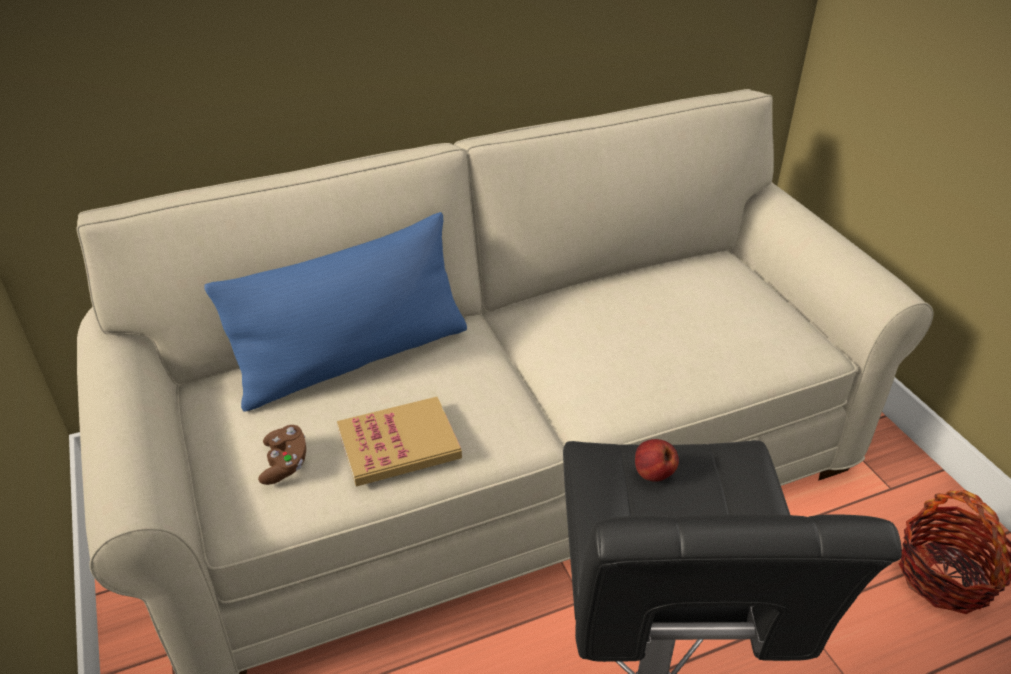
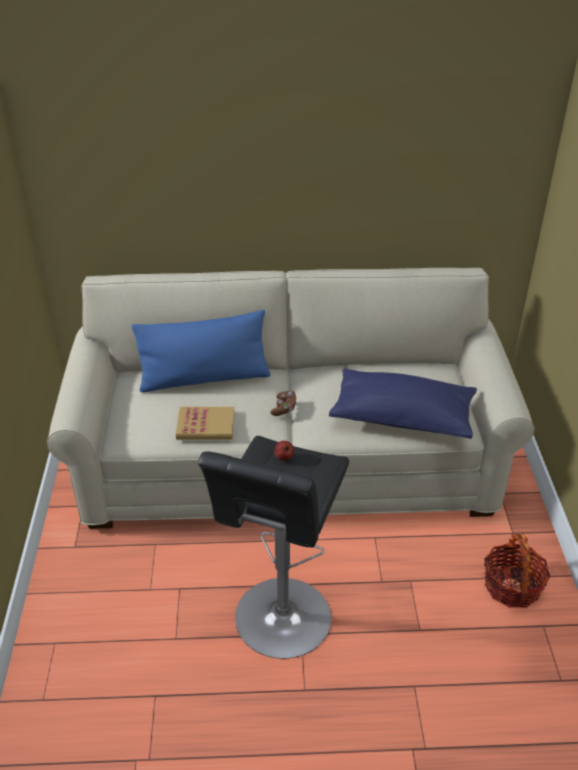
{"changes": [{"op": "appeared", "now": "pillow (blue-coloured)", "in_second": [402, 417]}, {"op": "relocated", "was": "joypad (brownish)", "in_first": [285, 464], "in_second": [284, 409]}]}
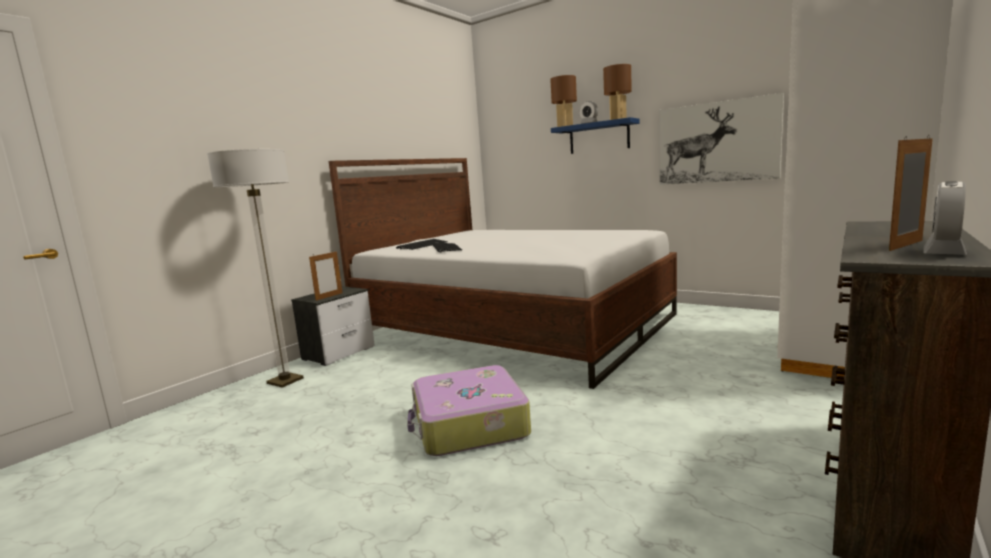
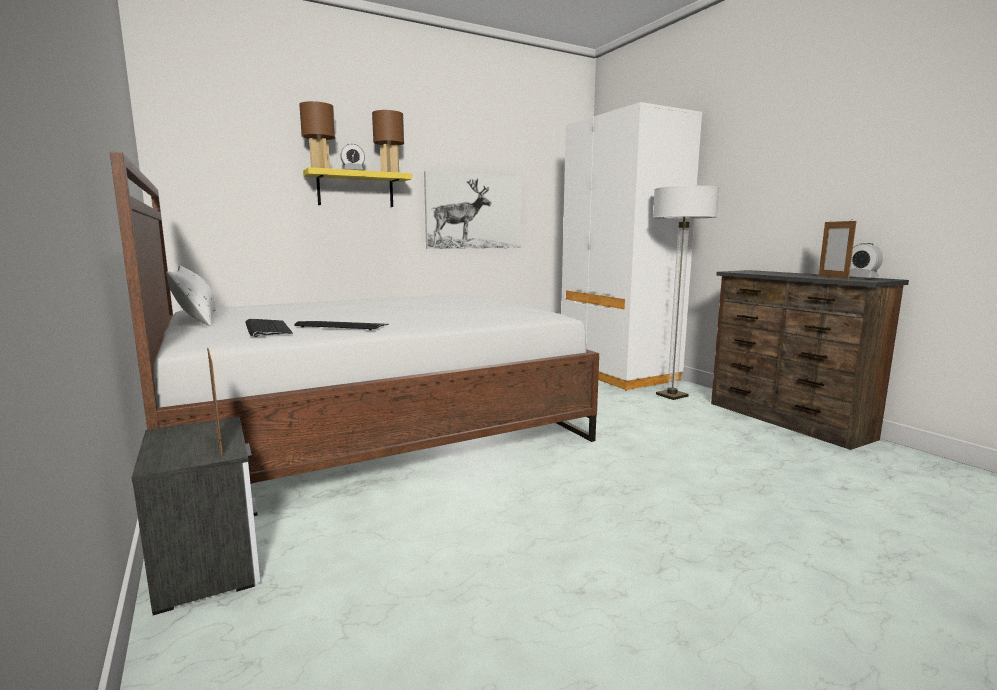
{"changes": [{"op": "missing", "was": "suitcase", "in_first": [468, 425]}, {"op": "appeared", "now": "pillow (whitish)", "in_second": [196, 318]}, {"op": "relocated", "was": "standard lamp", "in_first": [285, 381], "in_second": [672, 396]}, {"op": "colour", "was": "wall shelf (blue-coloured)", "now": "wall shelf (yellowish)", "in_first": [599, 137], "in_second": [355, 189]}]}
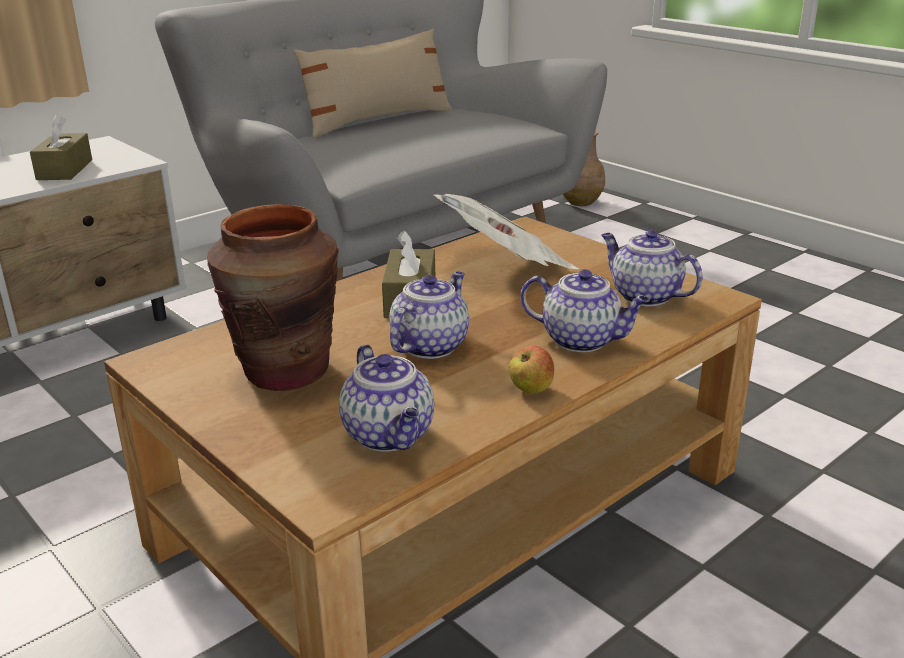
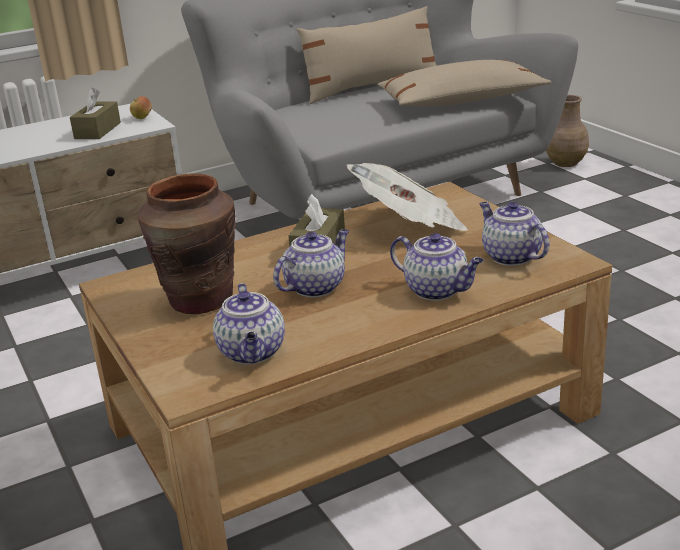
{"changes": [{"op": "appeared", "now": "pillow (beige-coloured)", "in_second": [461, 101]}, {"op": "relocated", "was": "apple", "in_first": [531, 389], "in_second": [142, 118]}]}
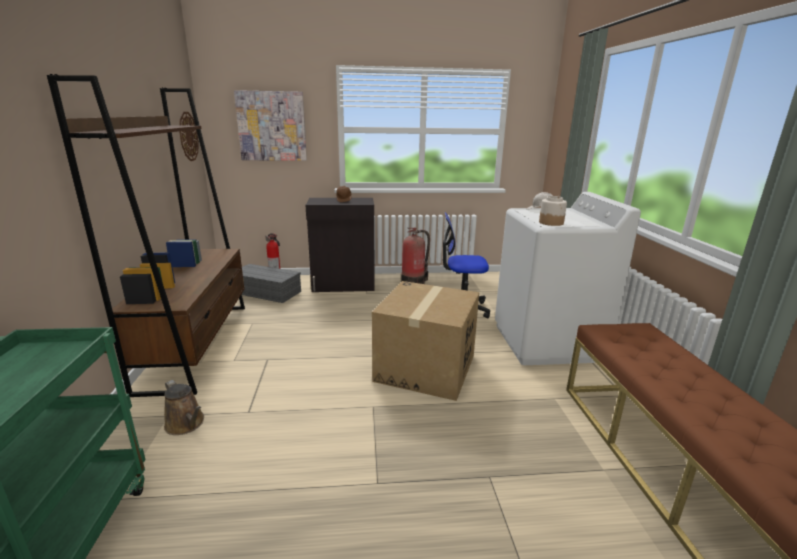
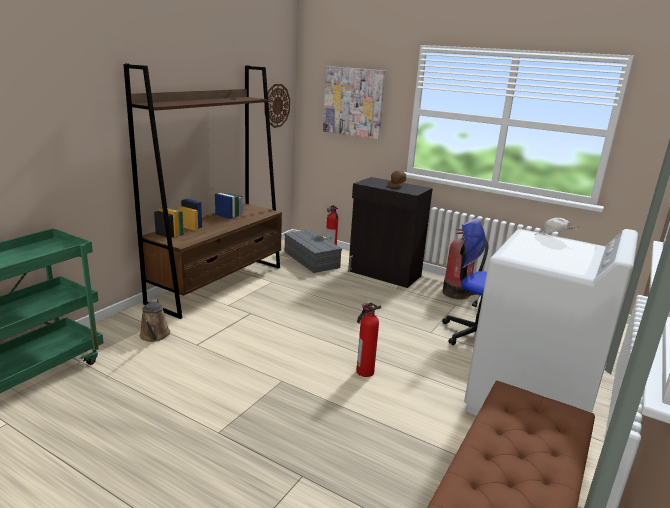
{"changes": [{"op": "missing", "was": "storage jar", "in_first": [551, 223]}, {"op": "exchanged", "was": "packing box", "now": "fire extinguisher", "in_first": [425, 368], "in_second": [364, 372]}]}
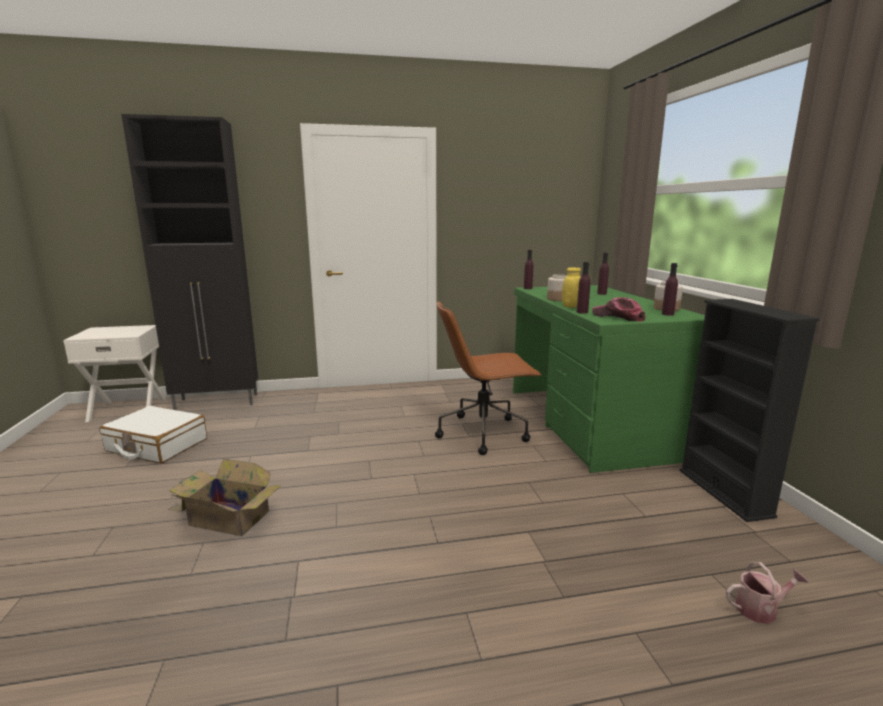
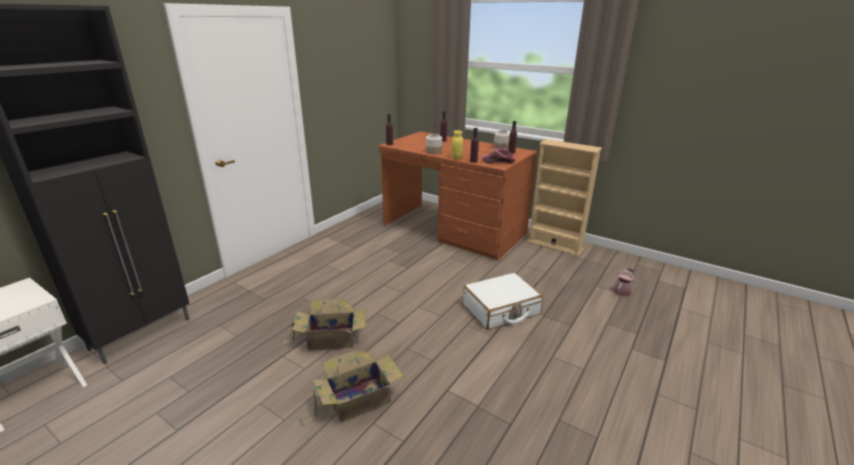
{"changes": [{"op": "missing", "was": "desk chair (brownish)", "in_first": [484, 433]}, {"op": "appeared", "now": "packing box", "in_second": [329, 339]}, {"op": "relocated", "was": "suitcase (whitish)", "in_first": [156, 445], "in_second": [501, 309]}, {"op": "colour", "was": "desk unit (green-coloured)", "now": "desk unit (brownish)", "in_first": [589, 422], "in_second": [453, 230]}, {"op": "colour", "was": "shelving unit (black-coloured)", "now": "shelving unit (beige-coloured)", "in_first": [724, 492], "in_second": [555, 245]}]}
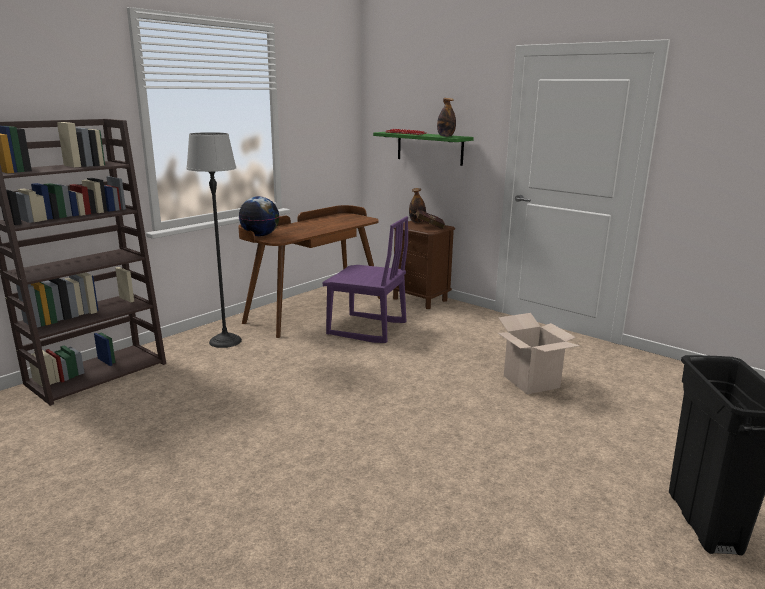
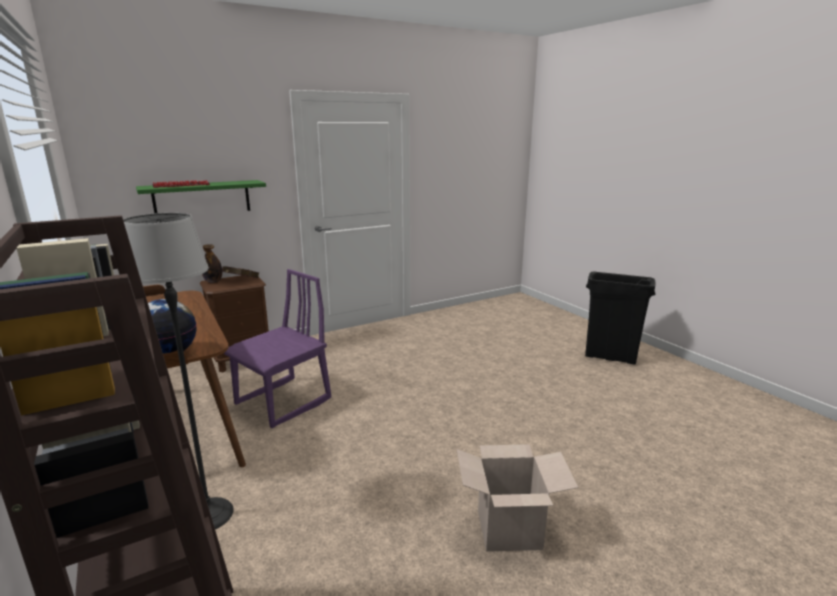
{"changes": [{"op": "missing", "was": "drink bottle", "in_first": [445, 136]}, {"op": "relocated", "was": "packing box", "in_first": [531, 382], "in_second": [509, 529]}]}
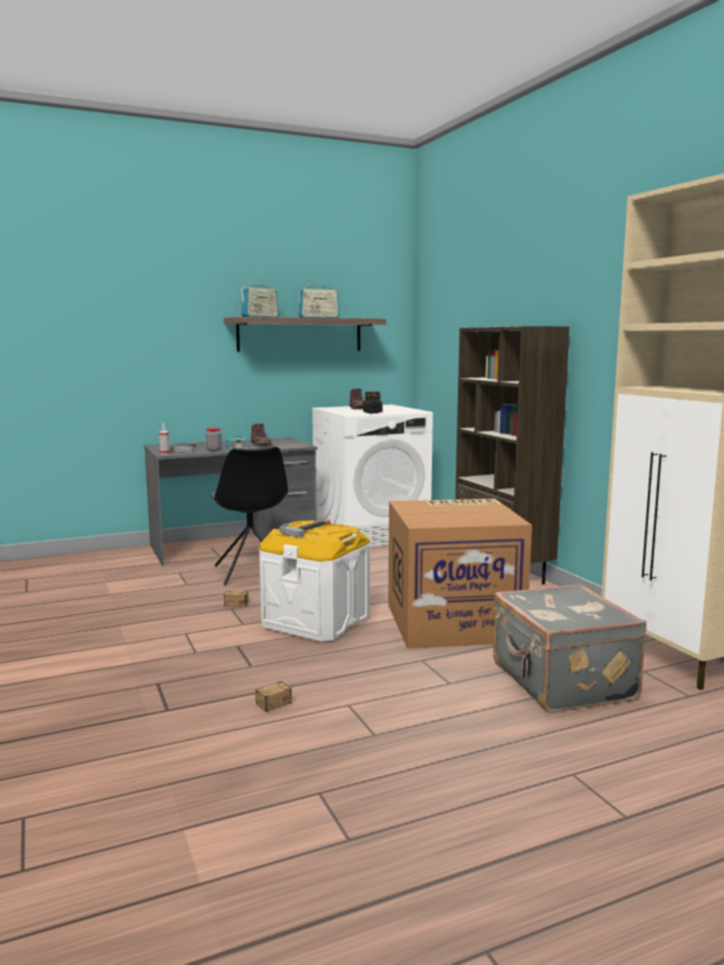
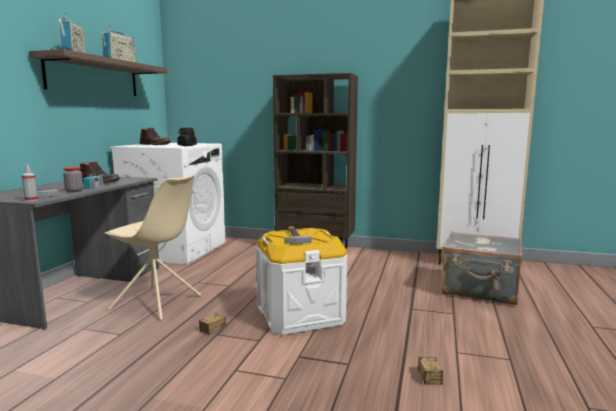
{"changes": [{"op": "missing", "was": "packing box", "in_first": [454, 621]}, {"op": "colour", "was": "plain chair (black-coloured)", "now": "plain chair (beige-coloured)", "in_first": [251, 573], "in_second": [157, 303]}]}
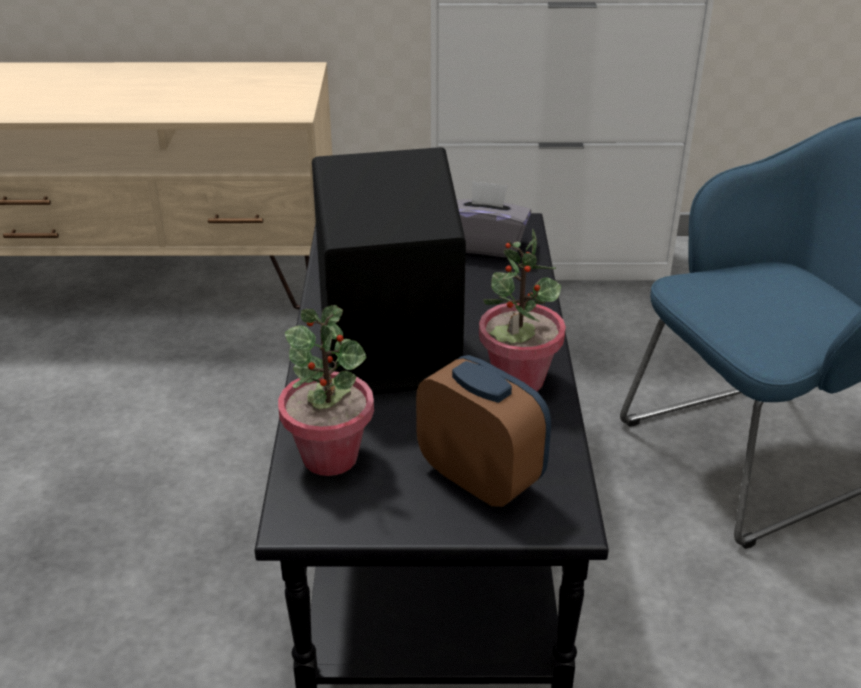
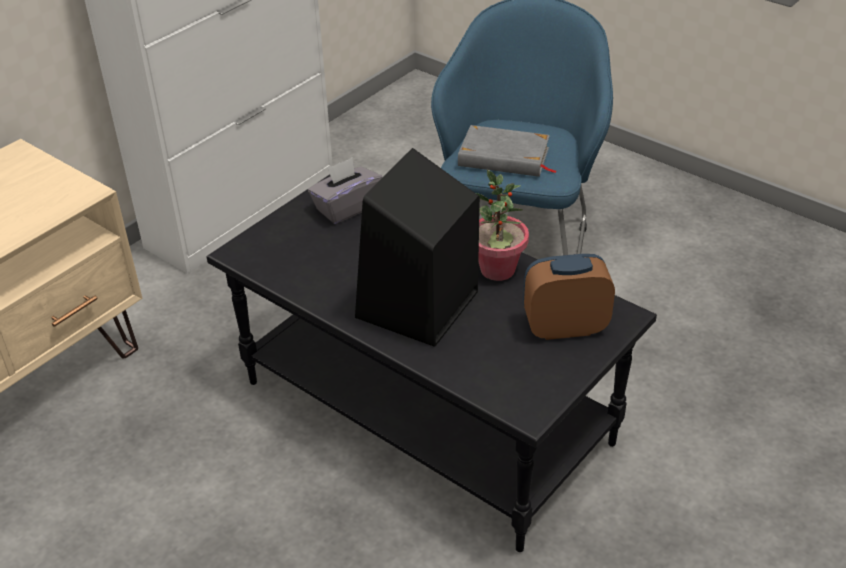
{"changes": [{"op": "missing", "was": "potted plant", "in_first": [330, 457]}, {"op": "appeared", "now": "bound book (gray)", "in_second": [504, 157]}]}
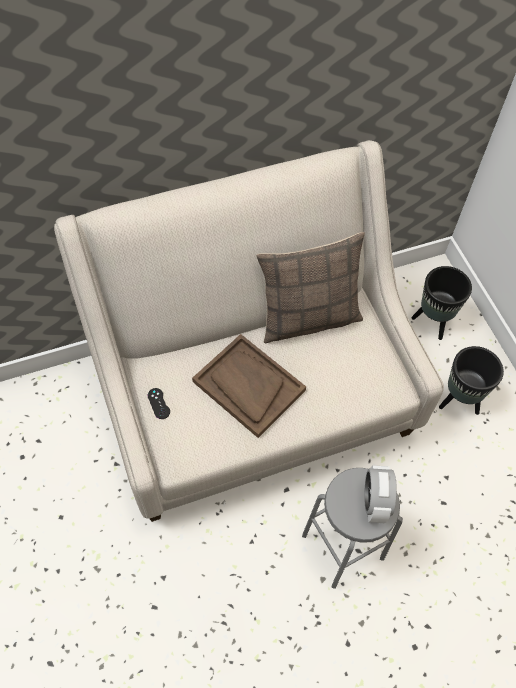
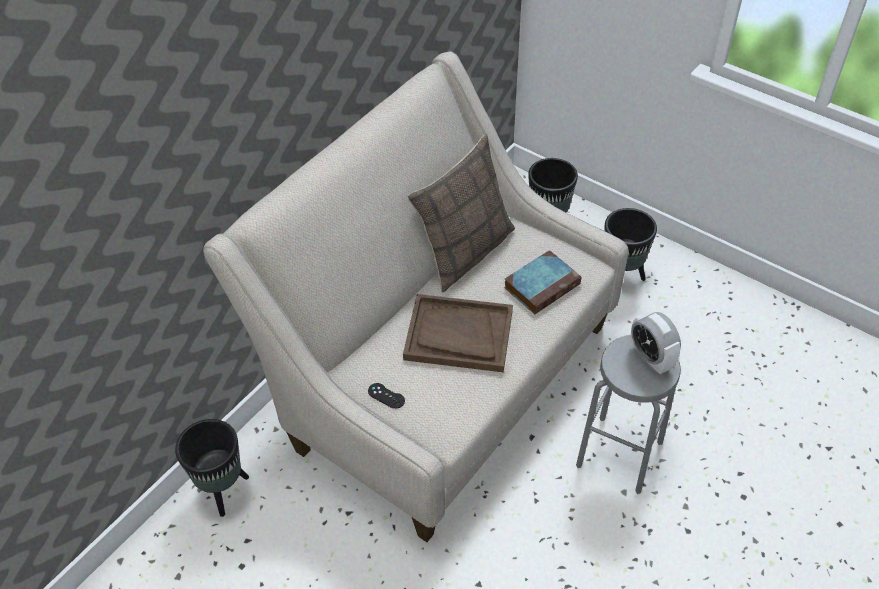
{"changes": [{"op": "appeared", "now": "planter (black-coloured)", "in_second": [223, 490]}, {"op": "appeared", "now": "bound book", "in_second": [542, 285]}]}
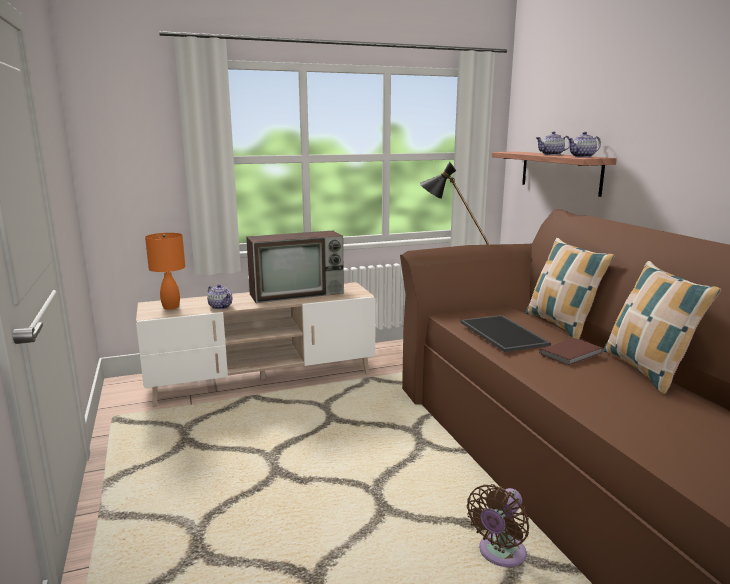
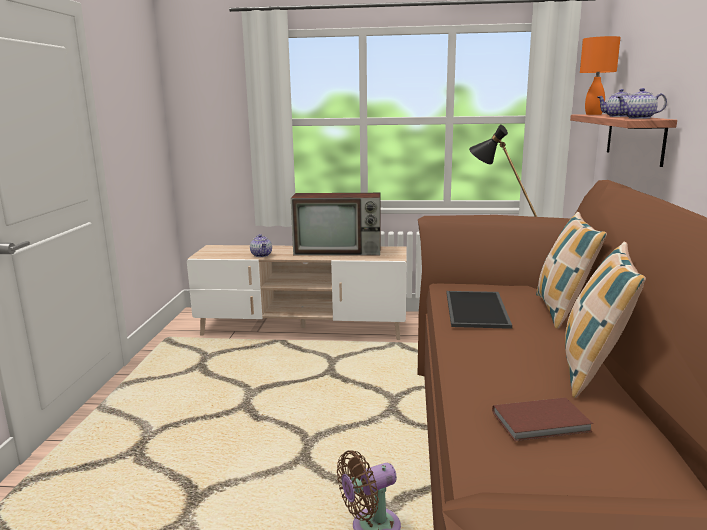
{"changes": [{"op": "relocated", "was": "tabletop lamp (orangey)", "in_first": [170, 307], "in_second": [593, 114]}, {"op": "relocated", "was": "bound book (brownish)", "in_first": [572, 354], "in_second": [542, 423]}]}
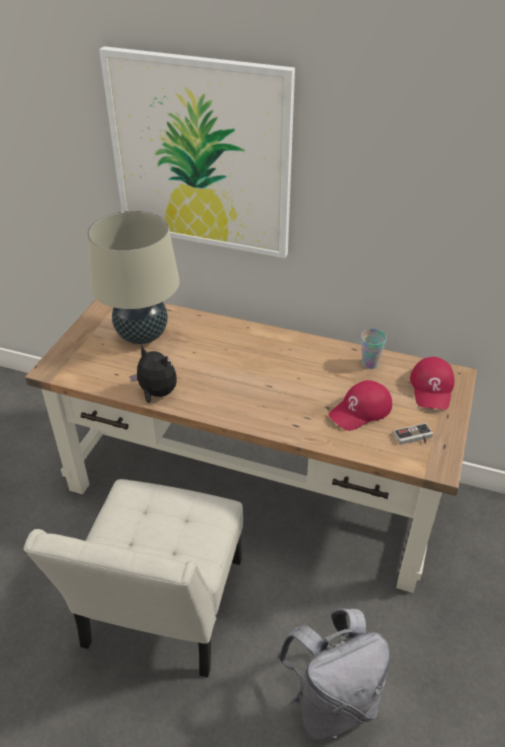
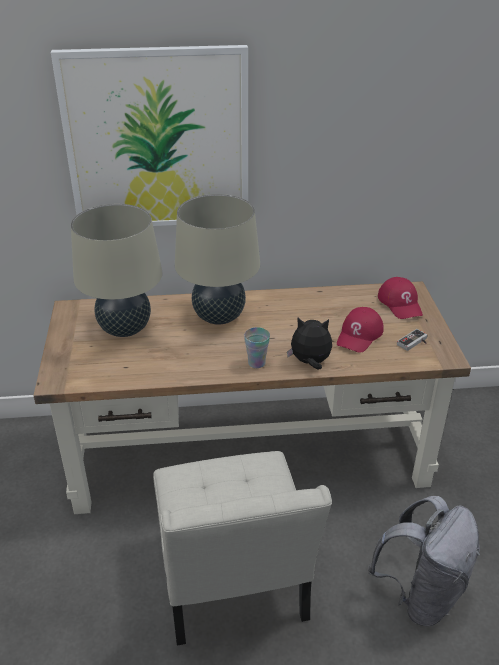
{"changes": [{"op": "appeared", "now": "tabletop lamp (beige-coloured)", "in_second": [219, 317]}, {"op": "relocated", "was": "plush toy", "in_first": [156, 394], "in_second": [310, 362]}, {"op": "relocated", "was": "small cup", "in_first": [369, 363], "in_second": [256, 363]}]}
